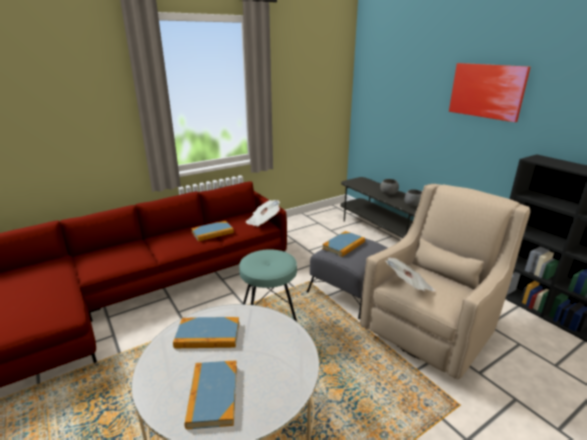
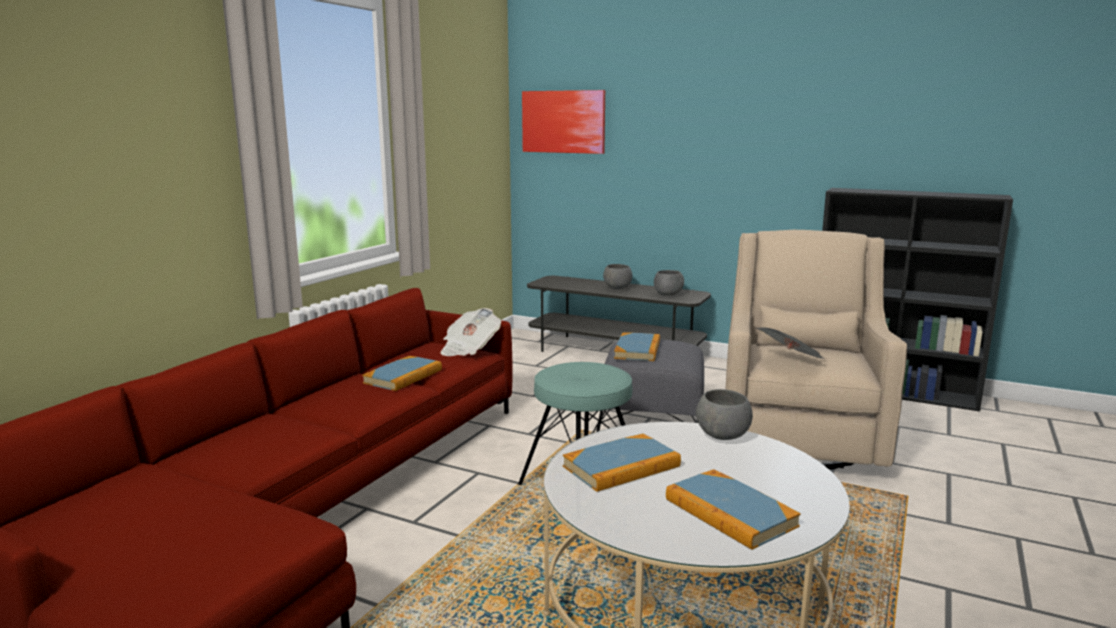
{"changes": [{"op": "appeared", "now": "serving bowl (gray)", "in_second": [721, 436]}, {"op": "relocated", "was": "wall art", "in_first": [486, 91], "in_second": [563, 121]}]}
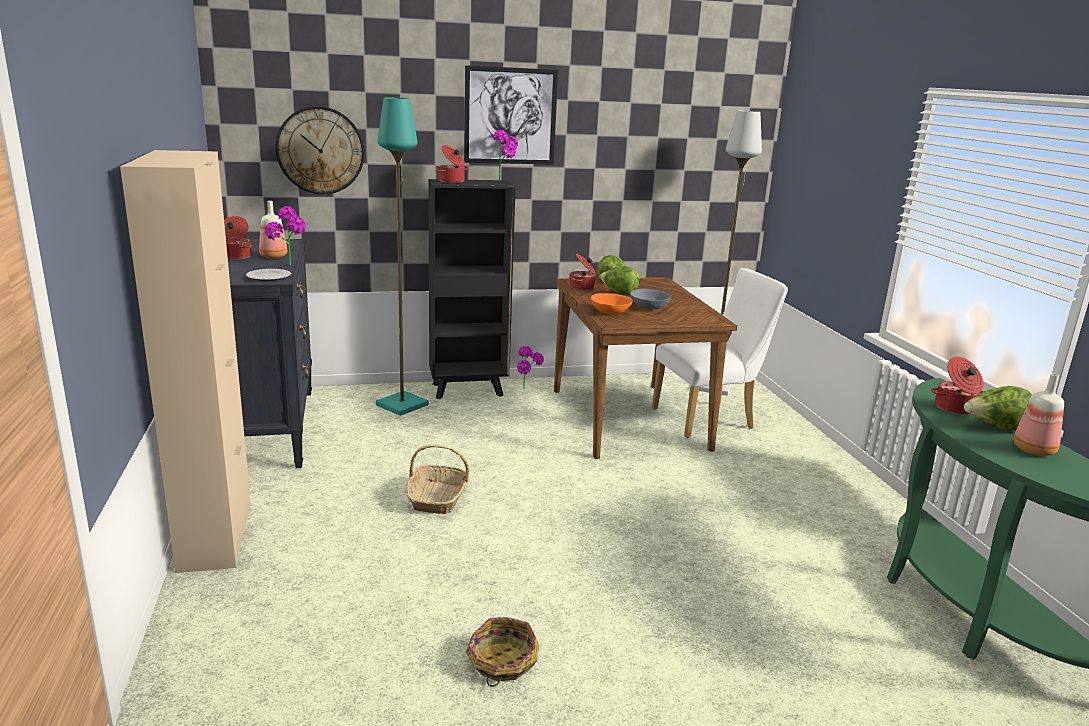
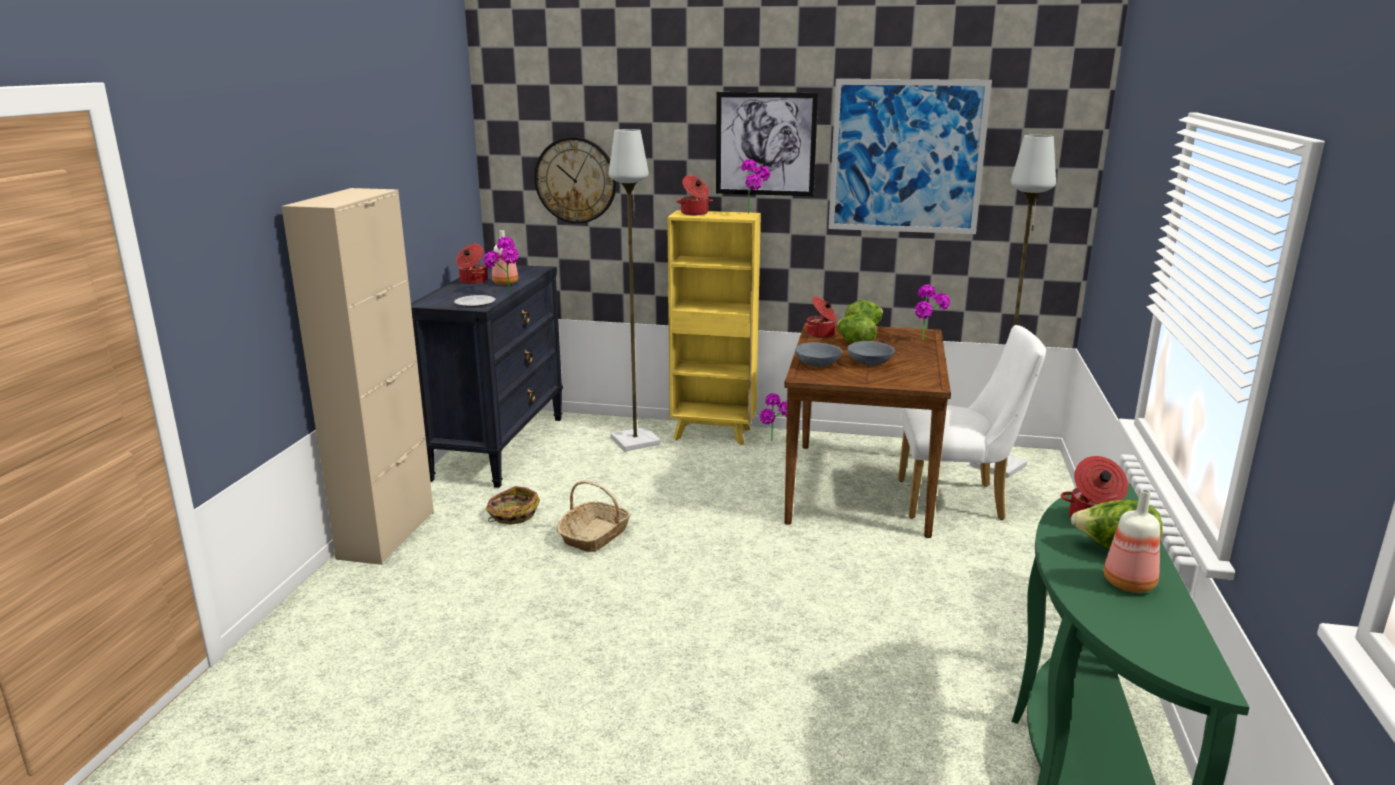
{"changes": [{"op": "appeared", "now": "wall art", "in_second": [906, 157]}, {"op": "appeared", "now": "potted plant", "in_second": [927, 341]}, {"op": "relocated", "was": "household basket", "in_first": [501, 662], "in_second": [512, 515]}, {"op": "colour", "was": "standard lamp (turquoise-coloured)", "now": "standard lamp (gray)", "in_first": [402, 404], "in_second": [635, 440]}, {"op": "colour", "was": "shelving unit (black-coloured)", "now": "shelving unit (yellowish)", "in_first": [469, 390], "in_second": [713, 434]}, {"op": "colour", "was": "serving bowl (orangey)", "now": "serving bowl (gray)", "in_first": [610, 312], "in_second": [818, 364]}]}
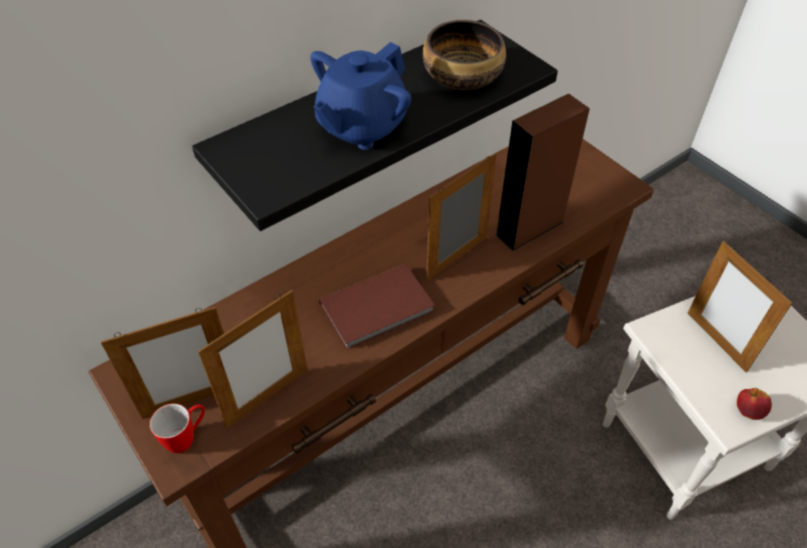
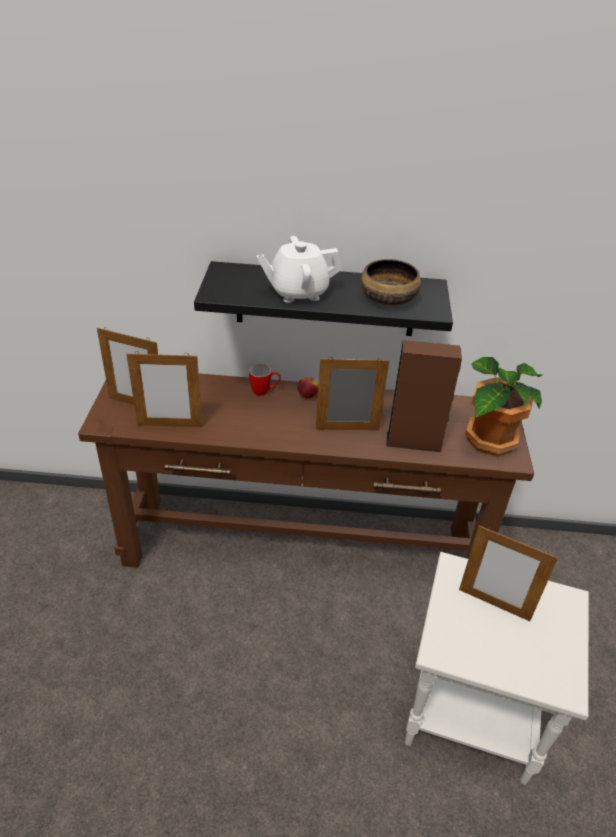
{"changes": [{"op": "missing", "was": "bound book (brownish)", "in_first": [379, 309]}, {"op": "appeared", "now": "potted plant", "in_second": [488, 440]}, {"op": "relocated", "was": "coffee mug", "in_first": [187, 437], "in_second": [264, 391]}, {"op": "relocated", "was": "apple", "in_first": [748, 411], "in_second": [307, 395]}, {"op": "colour", "was": "teapot (blue-coloured)", "now": "teapot (whitish)", "in_first": [361, 127], "in_second": [298, 292]}, {"op": "spun", "was": "standing frame", "in_first": [716, 341], "in_second": [494, 604], "clockwise": -75}]}
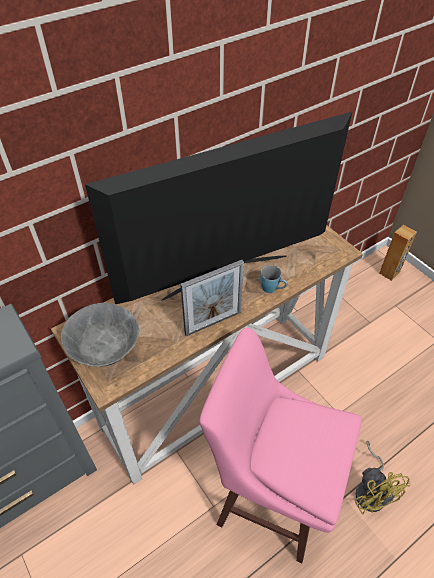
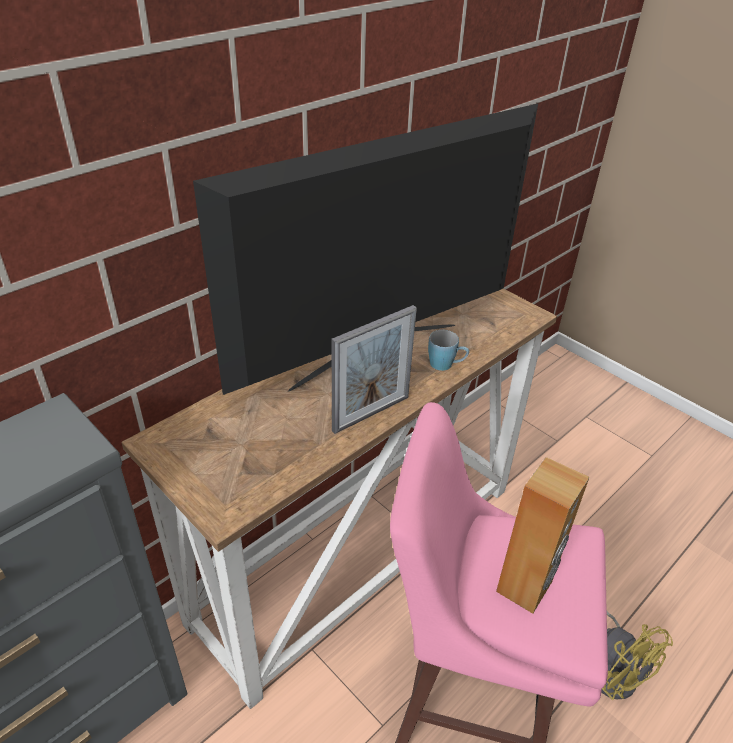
{"changes": [{"op": "missing", "was": "serving bowl (gray)", "in_first": [106, 352]}, {"op": "relocated", "was": "audio speaker (brownish)", "in_first": [389, 273], "in_second": [525, 587]}]}
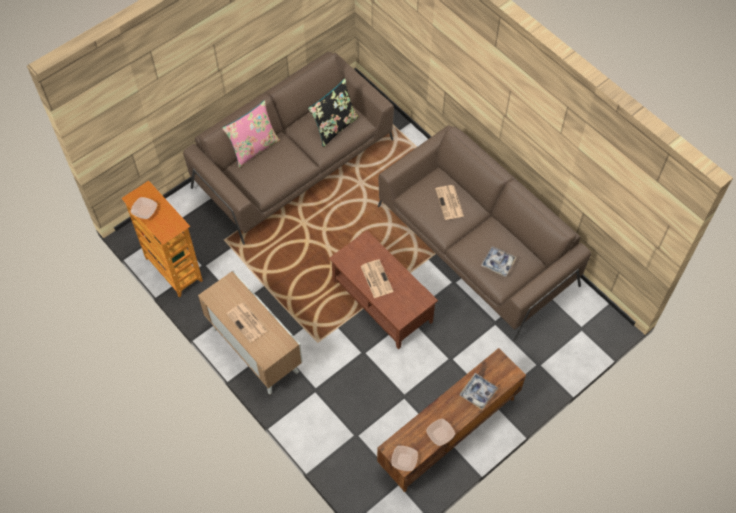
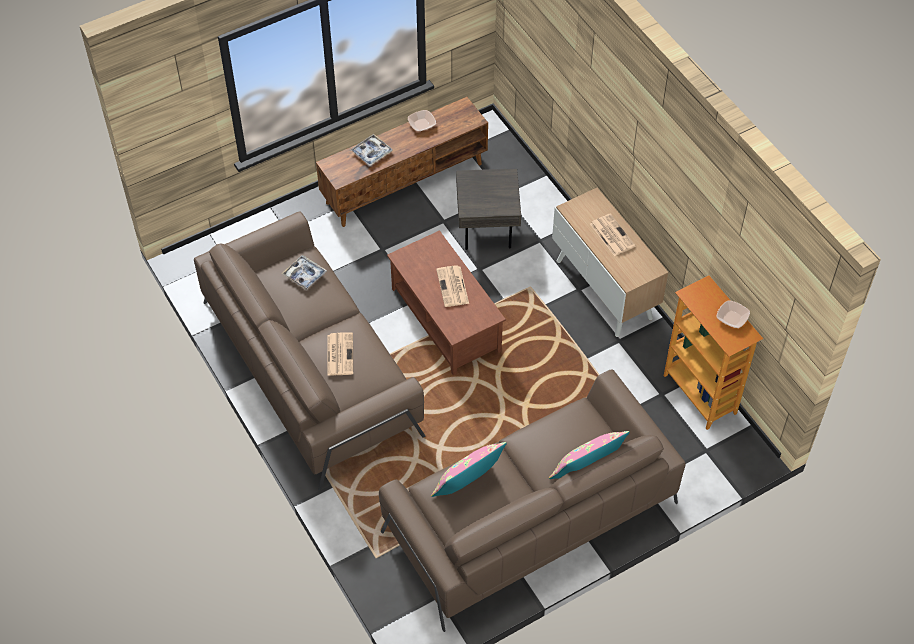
{"changes": [{"op": "missing", "was": "serving bowl", "in_first": [404, 460]}, {"op": "appeared", "now": "side table (gray)", "in_second": [488, 230]}, {"op": "colour", "was": "pillow (black-coloured)", "now": "pillow (pink)", "in_first": [334, 127], "in_second": [468, 486]}]}
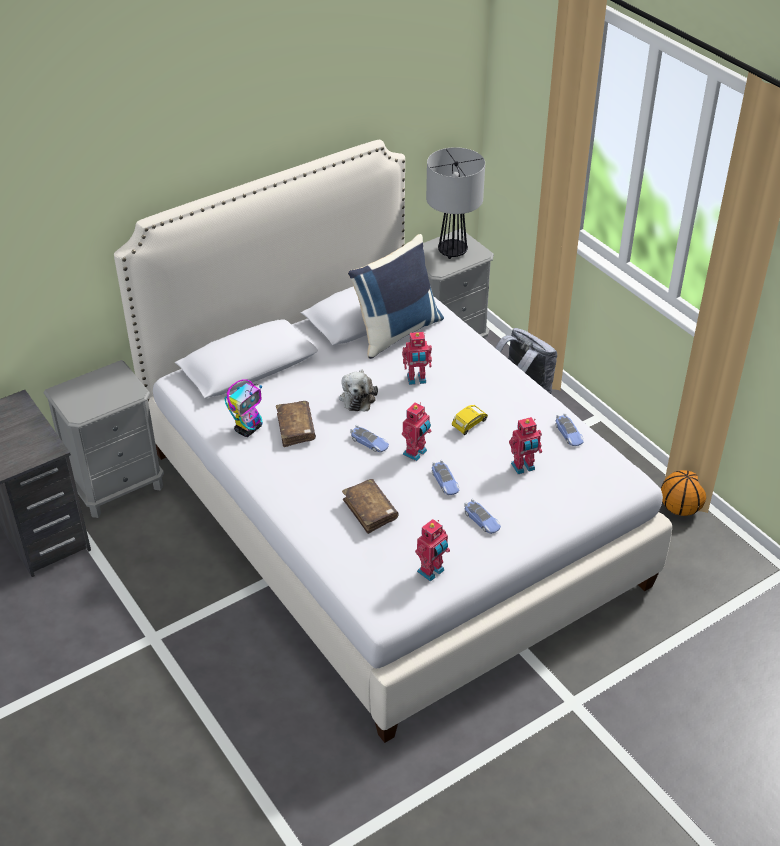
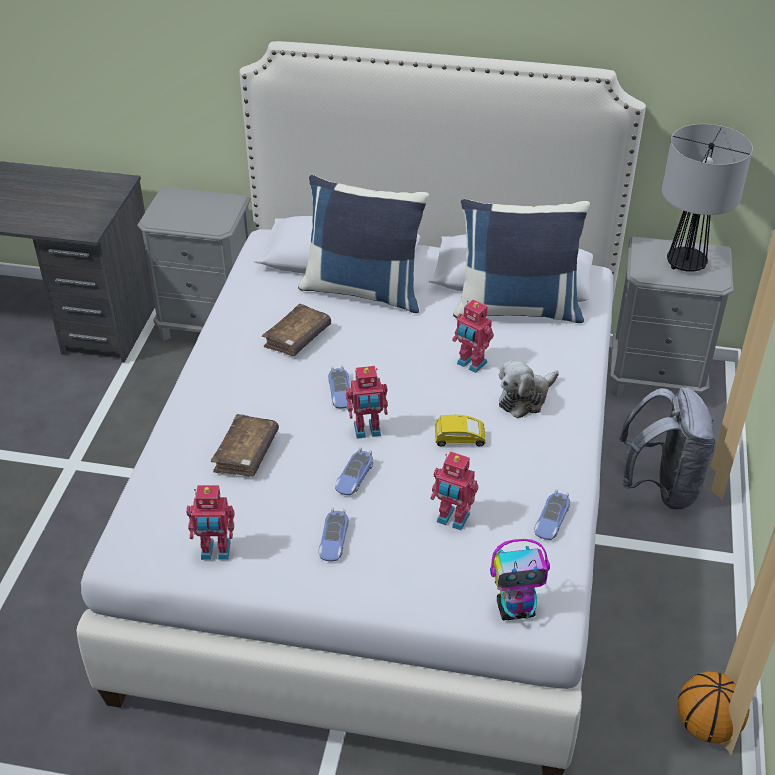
{"changes": [{"op": "appeared", "now": "pillow (blue-coloured)", "in_second": [364, 289]}, {"op": "relocated", "was": "toy robot", "in_first": [248, 429], "in_second": [516, 609]}, {"op": "relocated", "was": "plush toy", "in_first": [358, 397], "in_second": [525, 398]}]}
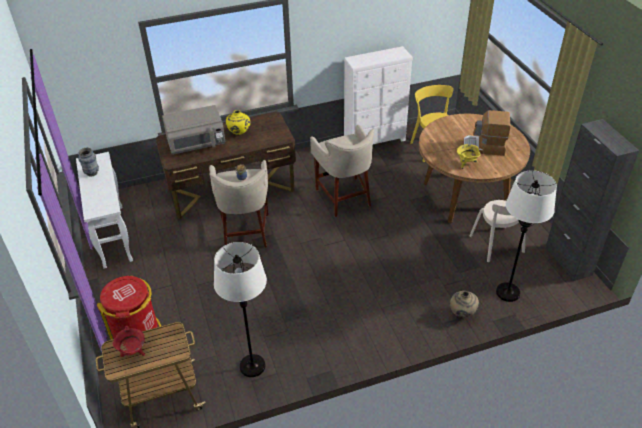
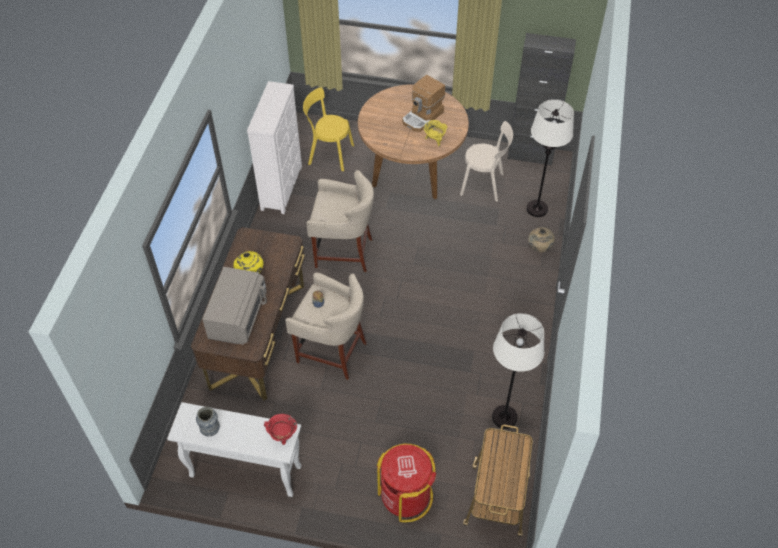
{"changes": [{"op": "relocated", "was": "stockpot (reddish)", "in_first": [133, 352], "in_second": [282, 436]}]}
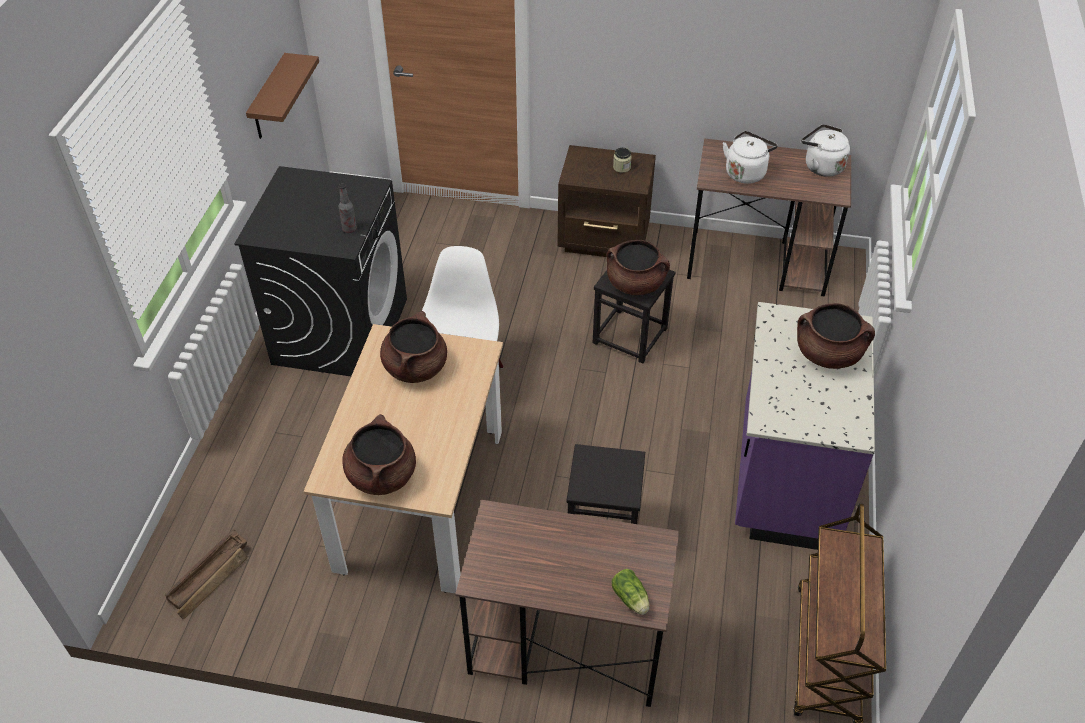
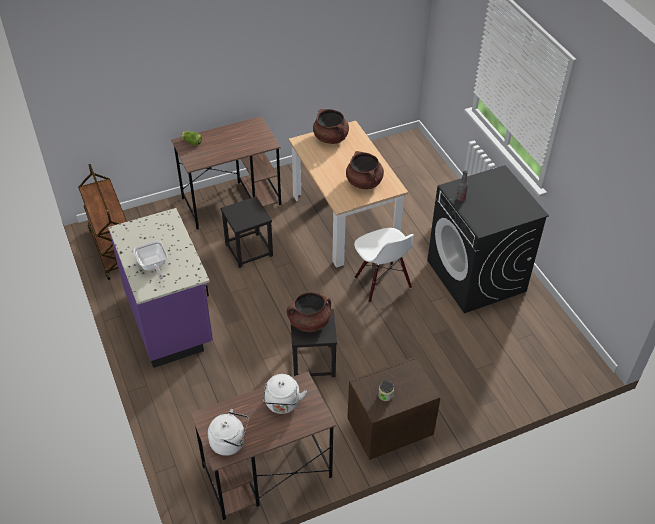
{"changes": [{"op": "missing", "was": "crate", "in_first": [211, 577]}, {"op": "missing", "was": "wall shelf (brownish)", "in_first": [269, 99]}, {"op": "exchanged", "was": "stockpot (brownish)", "now": "pan", "in_first": [828, 354], "in_second": [153, 266]}]}
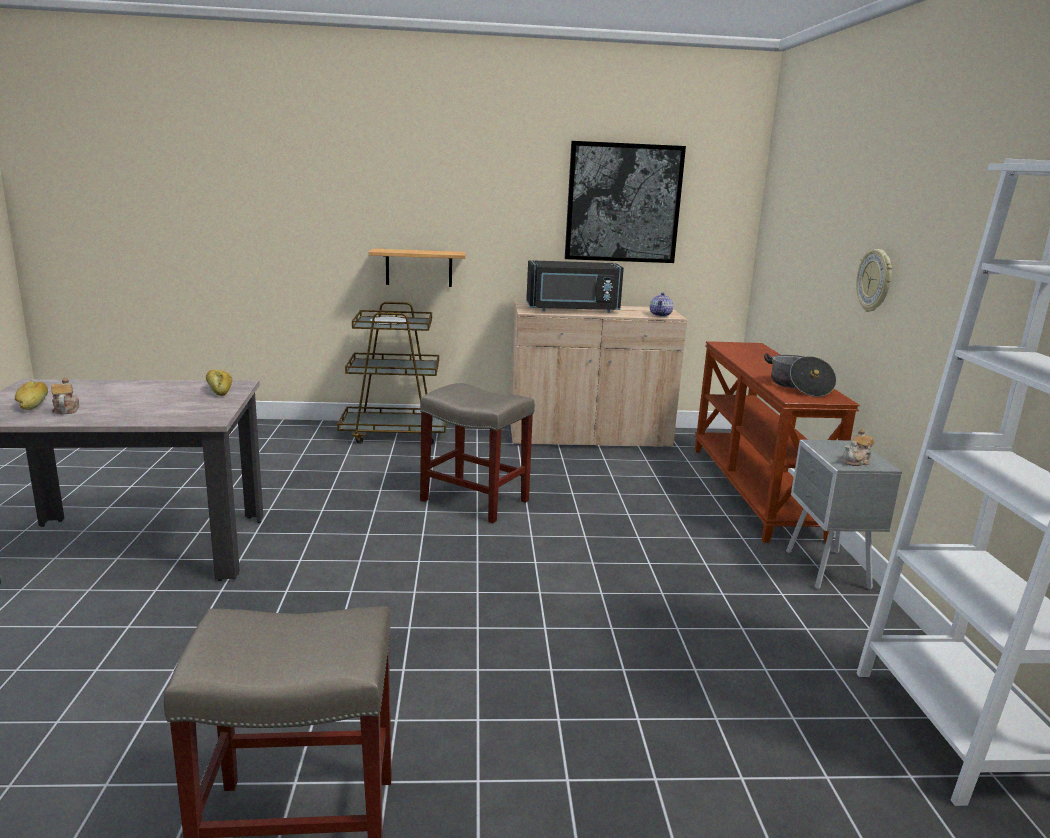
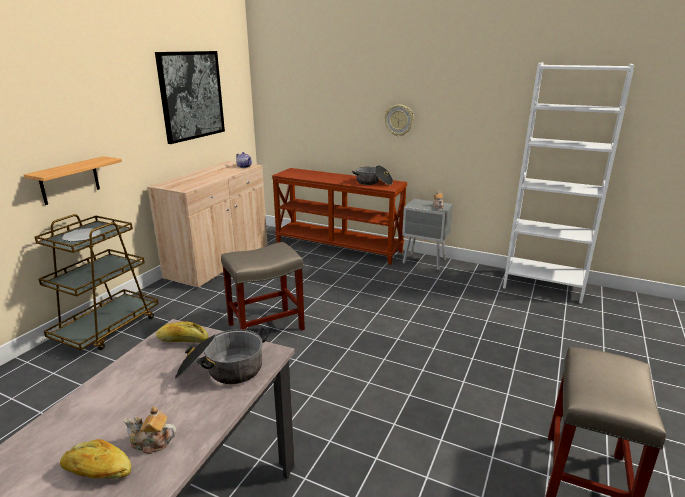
{"changes": [{"op": "missing", "was": "microwave (black-coloured)", "in_first": [573, 310]}, {"op": "appeared", "now": "stockpot", "in_second": [222, 370]}]}
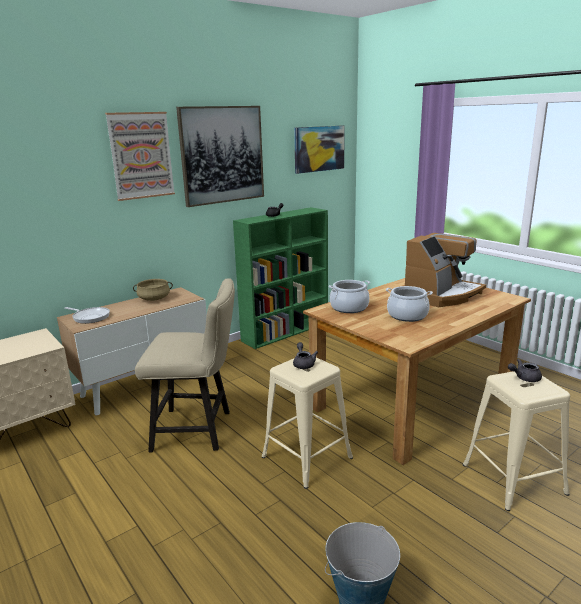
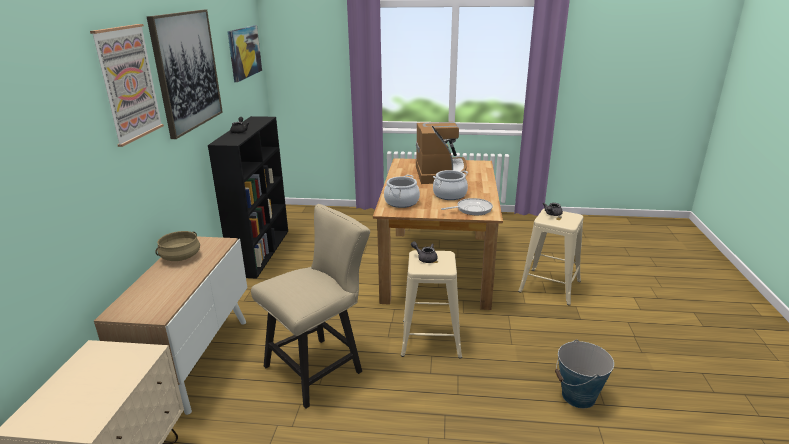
{"changes": [{"op": "relocated", "was": "pan", "in_first": [90, 317], "in_second": [472, 209]}, {"op": "colour", "was": "shelving unit (green-coloured)", "now": "shelving unit (black-coloured)", "in_first": [286, 331], "in_second": [261, 251]}]}
